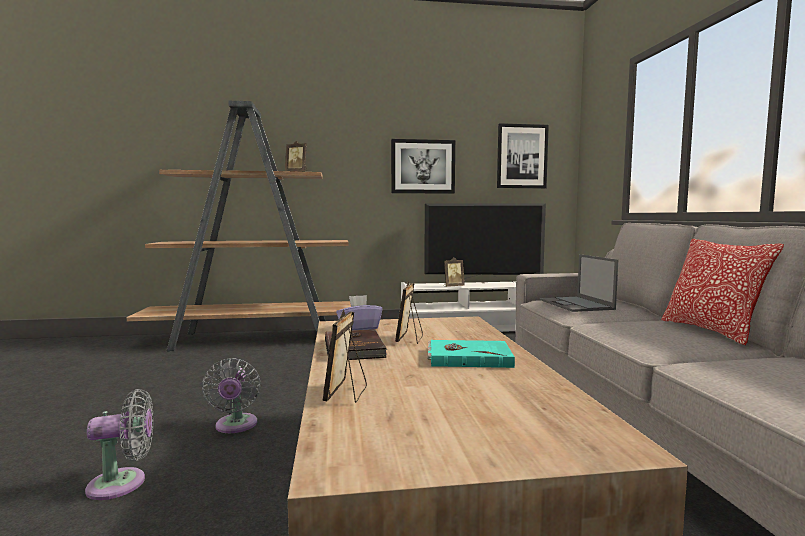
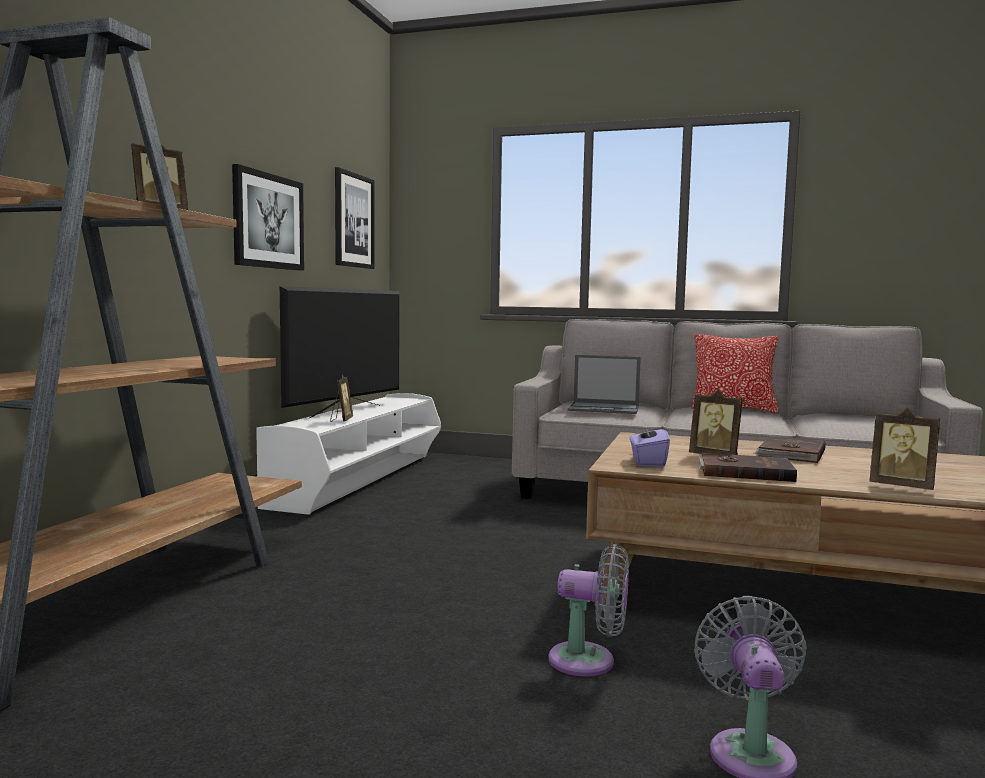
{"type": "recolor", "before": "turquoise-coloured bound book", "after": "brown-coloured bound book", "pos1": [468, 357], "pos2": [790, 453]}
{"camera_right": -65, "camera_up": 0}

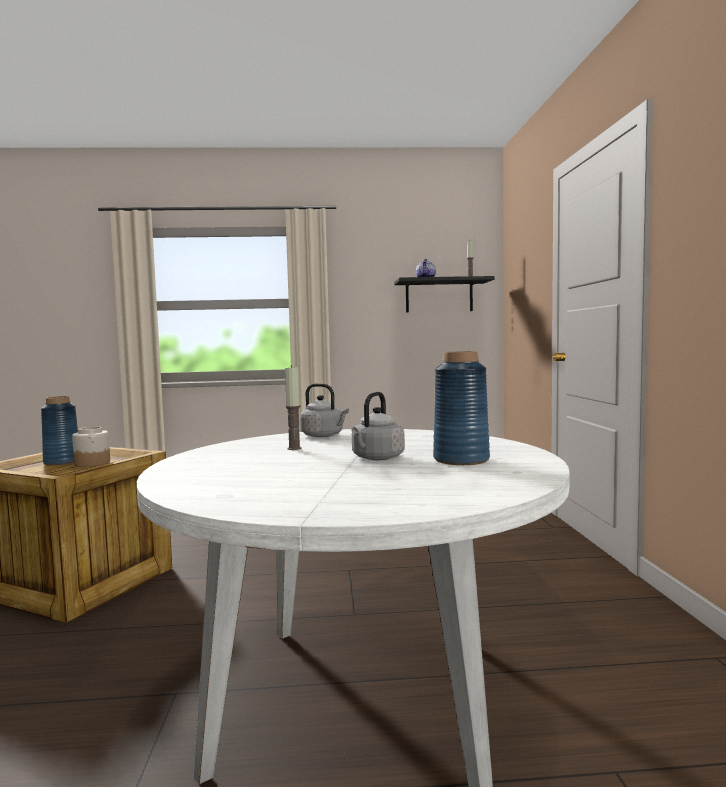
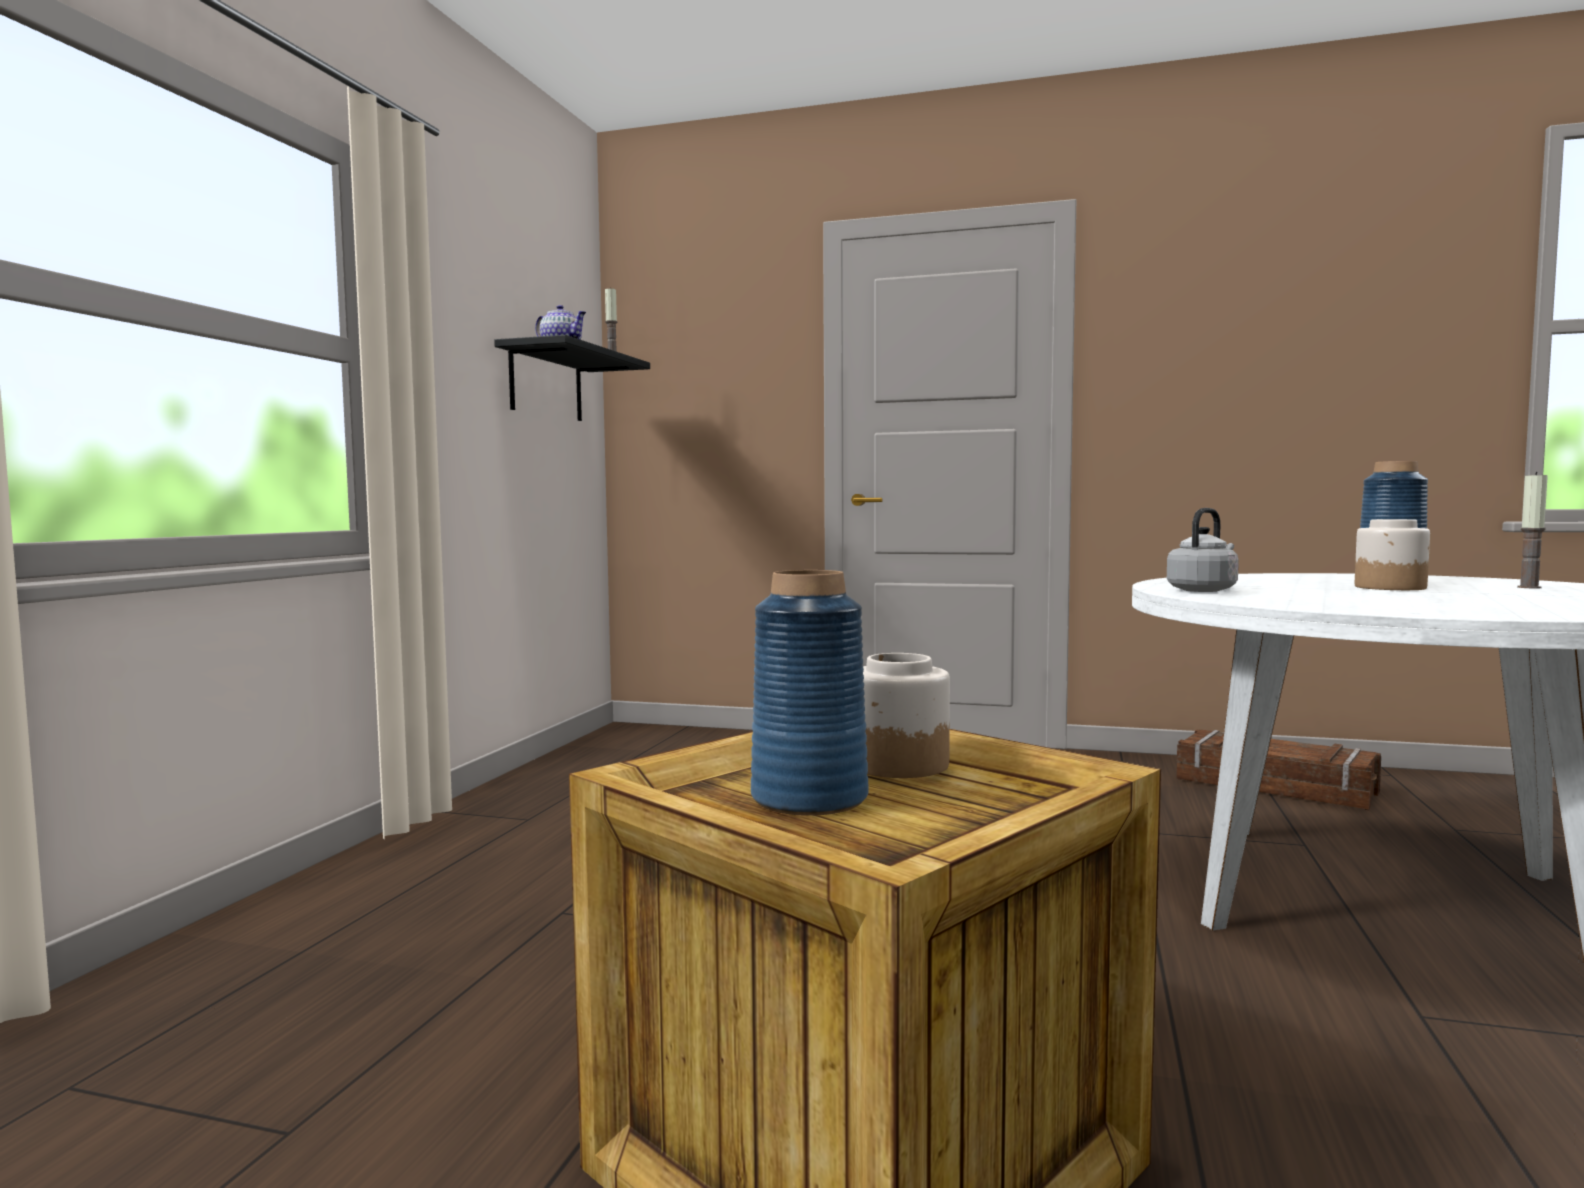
{"type": "move", "before": "wax candle", "pos1": [294, 448], "pos2": [1529, 587]}
{"type": "replace", "before": "greyish water kettle", "after": "preserve jar", "pos1": [376, 458], "pos2": [1391, 587]}
{"type": "insert", "after": "shipping crate", "pos2": [1275, 786]}
{"camera_right": -70, "camera_up": 0}

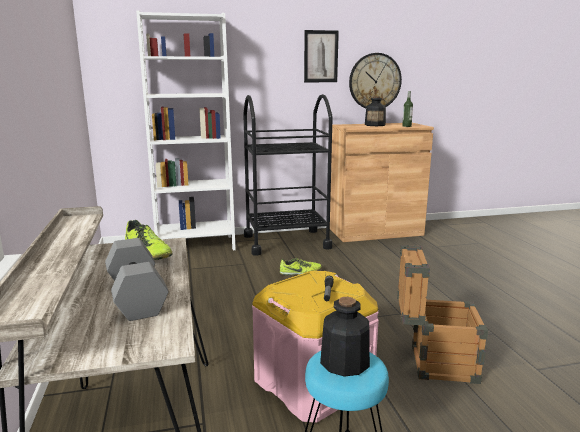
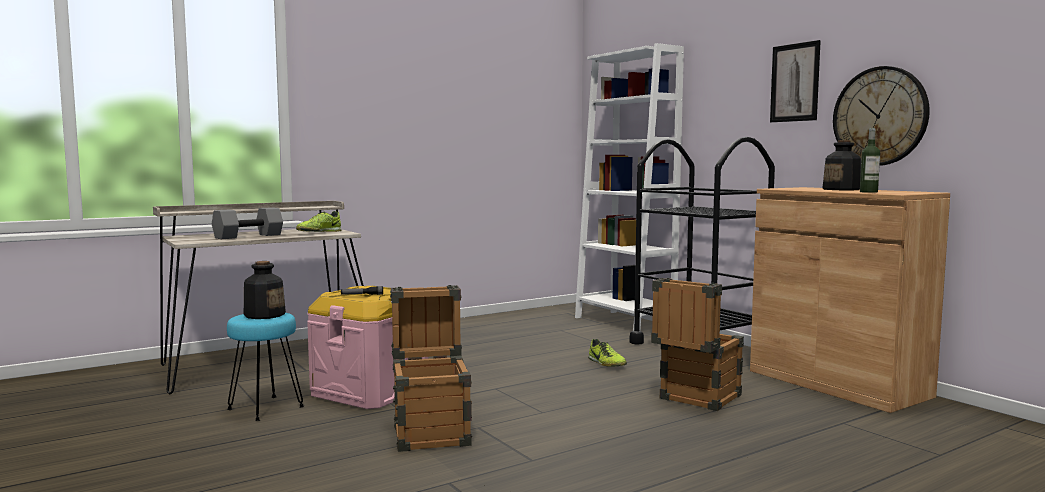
{"type": "insert", "after": "shipping crate", "pos2": [695, 399]}
{"camera_right": 70, "camera_up": -10}

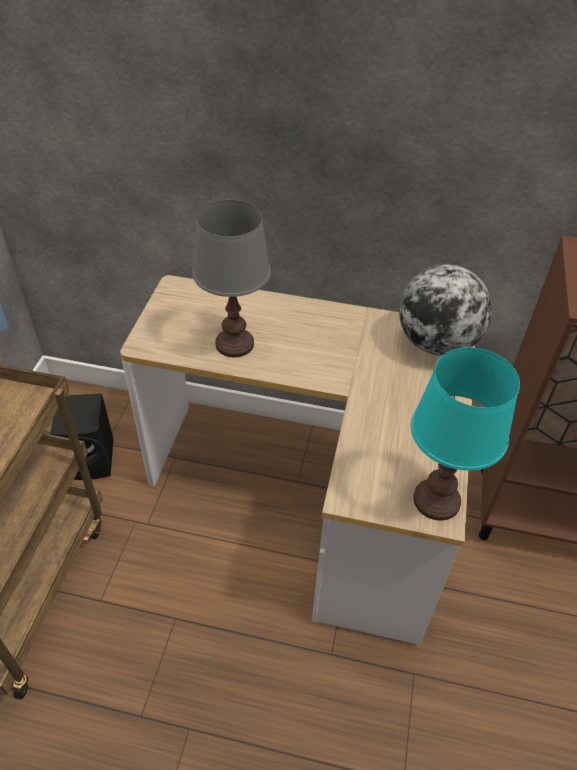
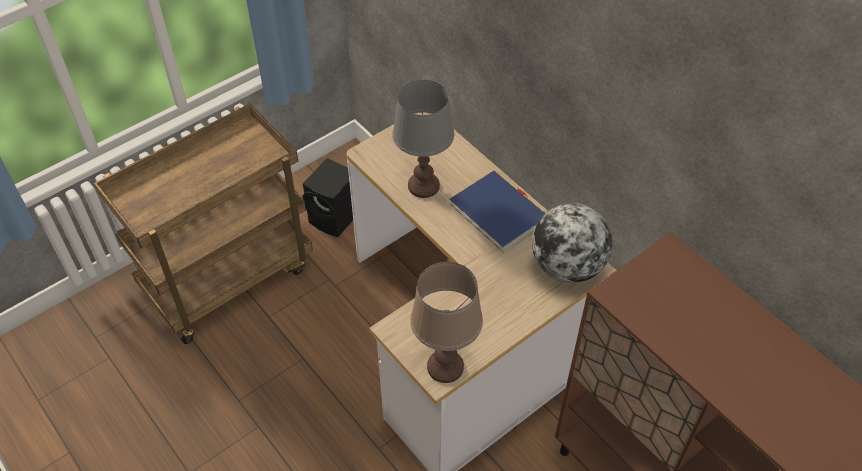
{"type": "recolor", "before": "turquoise-coloured tabletop lamp", "after": "brown-coloured tabletop lamp", "pos1": [436, 501], "pos2": [444, 367]}
{"type": "insert", "after": "blue-coloured bound book", "pos2": [498, 213]}
{"camera_right": 40, "camera_up": 5}

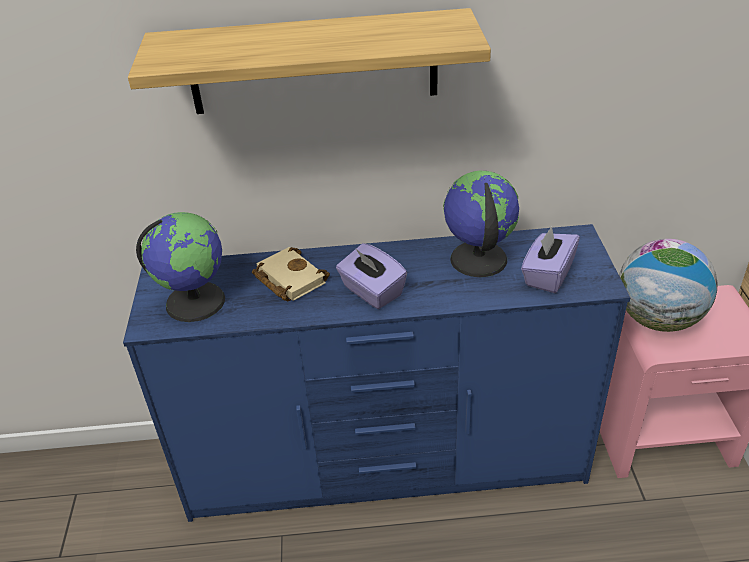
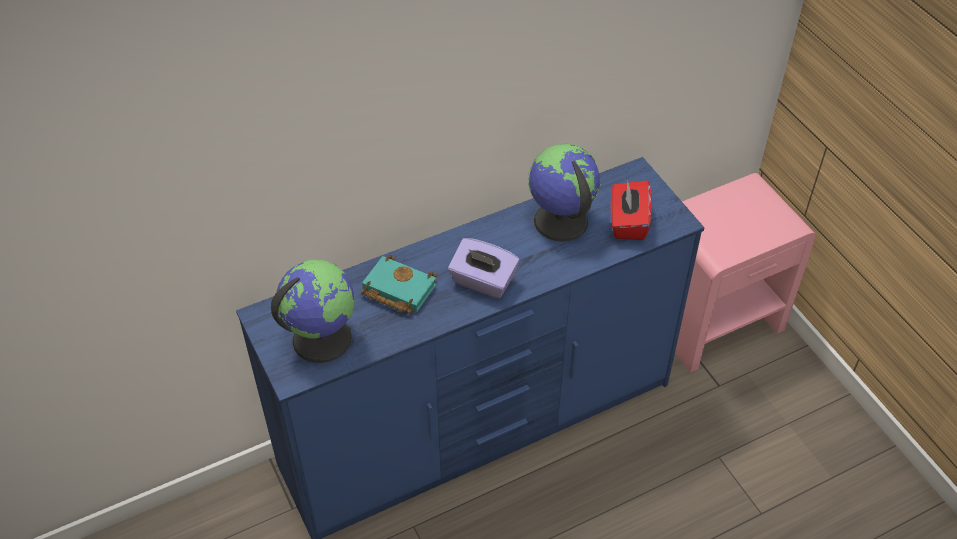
{"type": "delete", "before": "bracket shelf", "pos1": [313, 63]}
{"type": "recolor", "before": "purple-coloured box of tissues", "after": "red box of tissues", "pos1": [547, 275], "pos2": [628, 222]}
{"type": "delete", "before": "world globe", "pos1": [657, 319]}
{"type": "recolor", "before": "sand-coloured bound book", "after": "turquoise-coloured bound book", "pos1": [288, 279], "pos2": [396, 289]}
{"camera_right": -25, "camera_up": 10}

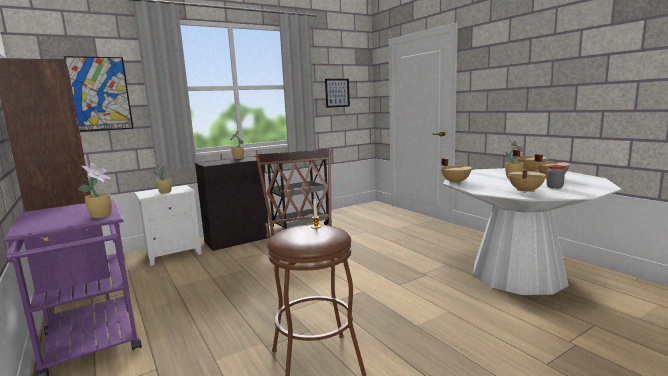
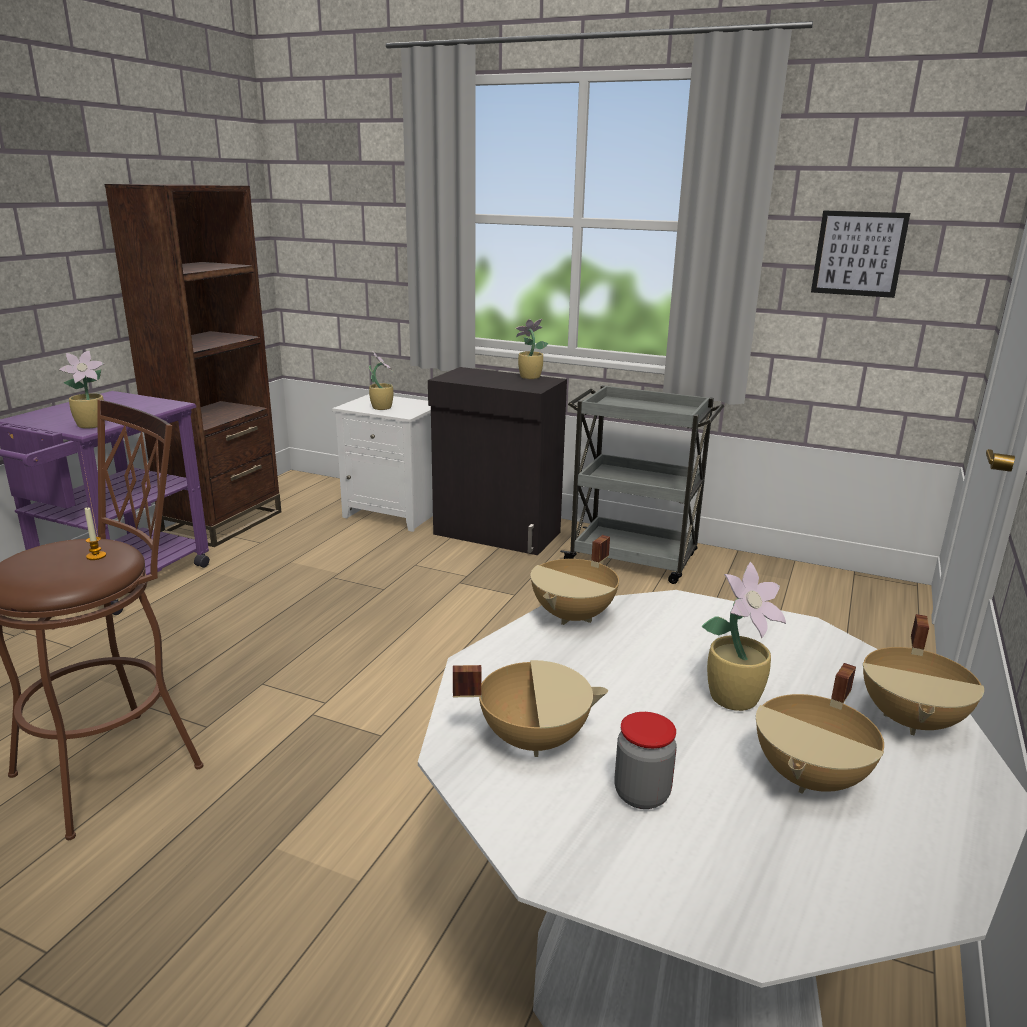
{"type": "delete", "before": "wall picture", "pos1": [100, 94]}
{"camera_right": 55, "camera_up": 10}

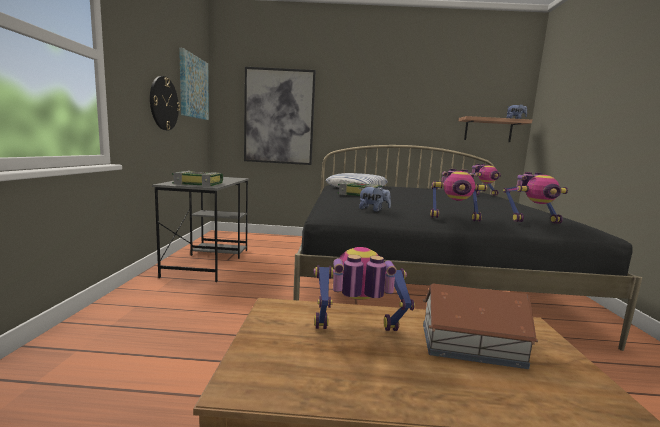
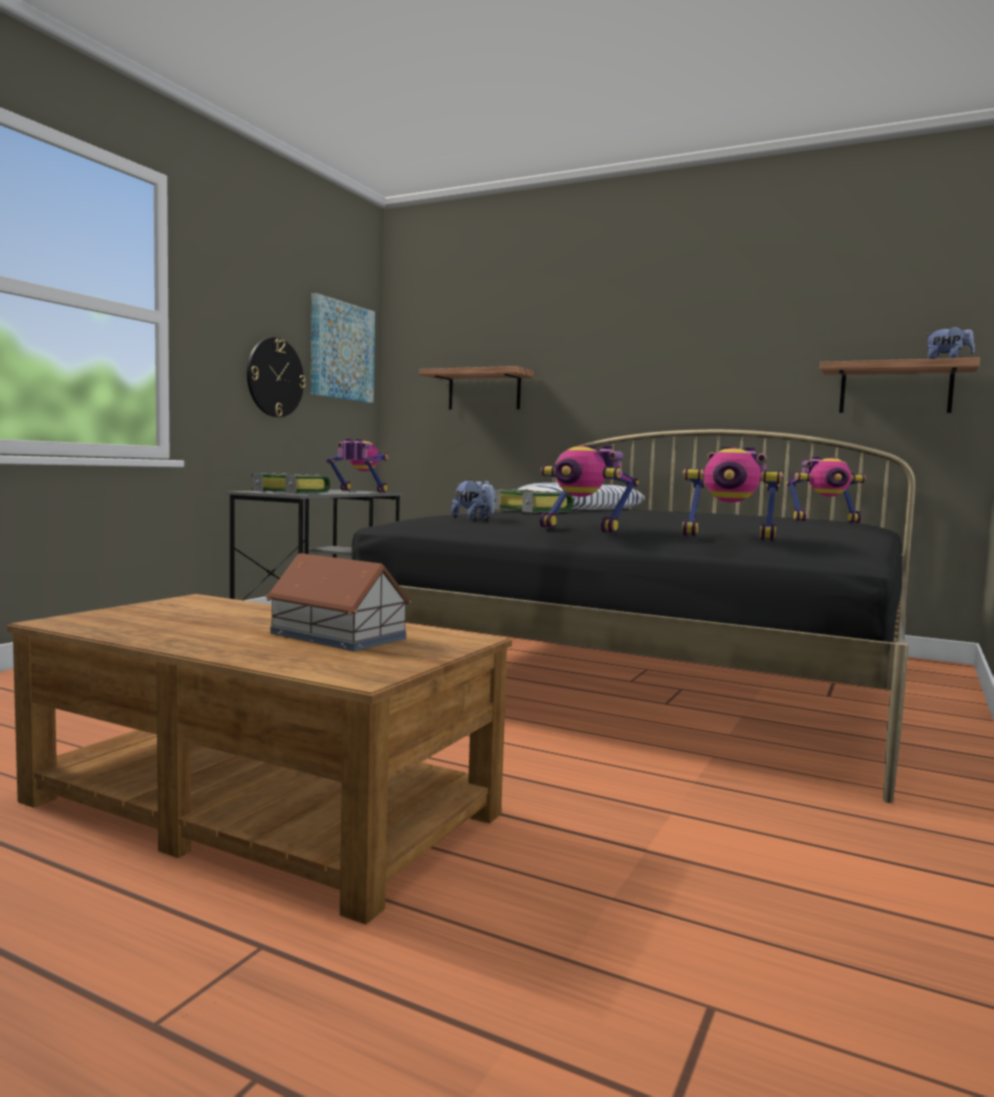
{"type": "replace", "before": "wall picture", "after": "bracket shelf", "pos1": [279, 117], "pos2": [484, 390]}
{"type": "move", "before": "model robot", "pos1": [356, 335], "pos2": [359, 491]}
{"camera_right": 25, "camera_up": -5}

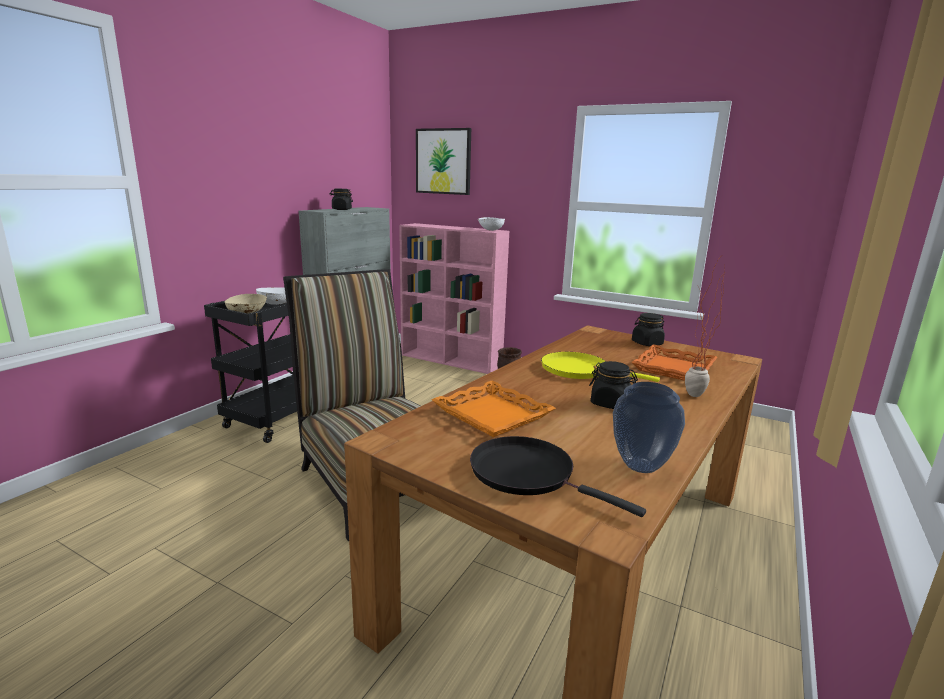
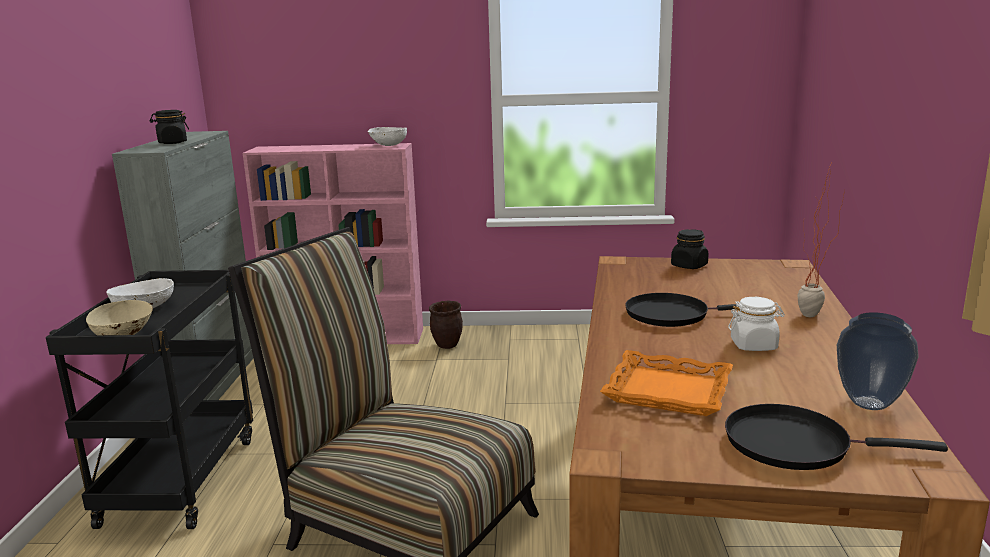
{"type": "delete", "before": "wall picture", "pos1": [443, 161]}
{"type": "delete", "before": "orange serving tray", "pos1": [673, 368]}
{"type": "recolor", "before": "yellow frying pan", "after": "black frying pan", "pos1": [579, 370], "pos2": [672, 314]}
{"type": "recolor", "before": "black preserve jar", "after": "white-coloured preserve jar", "pos1": [610, 403], "pos2": [754, 345]}
{"camera_right": -25, "camera_up": 0}

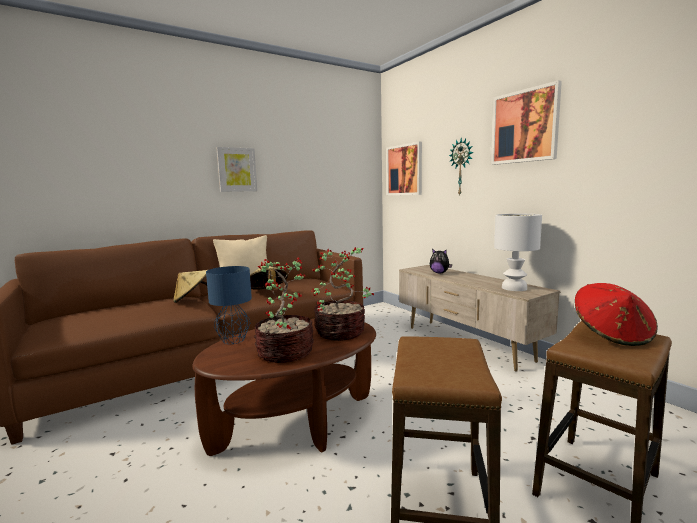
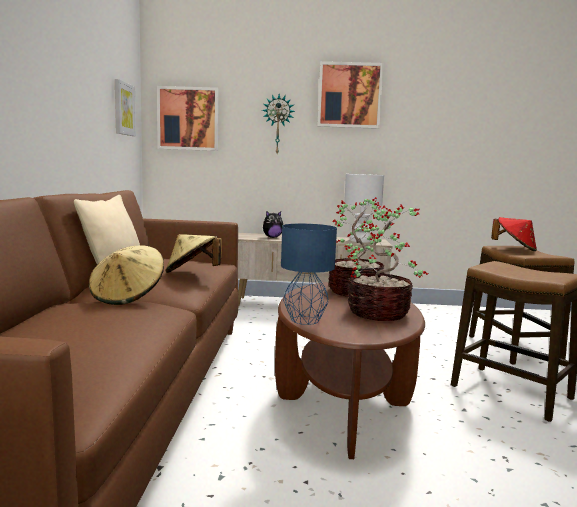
{"type": "move", "before": "wall picture", "pos1": [237, 169], "pos2": [124, 109]}
{"camera_right": -55, "camera_up": 0}

